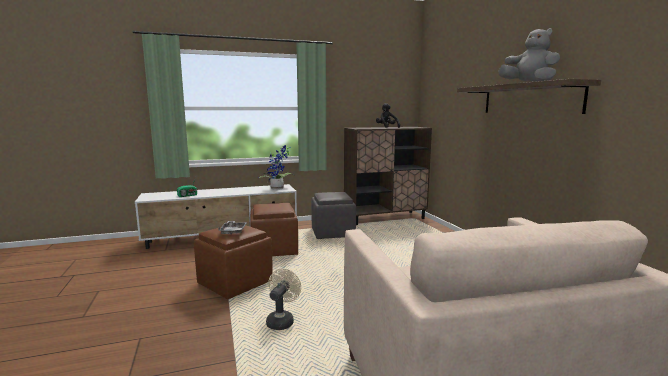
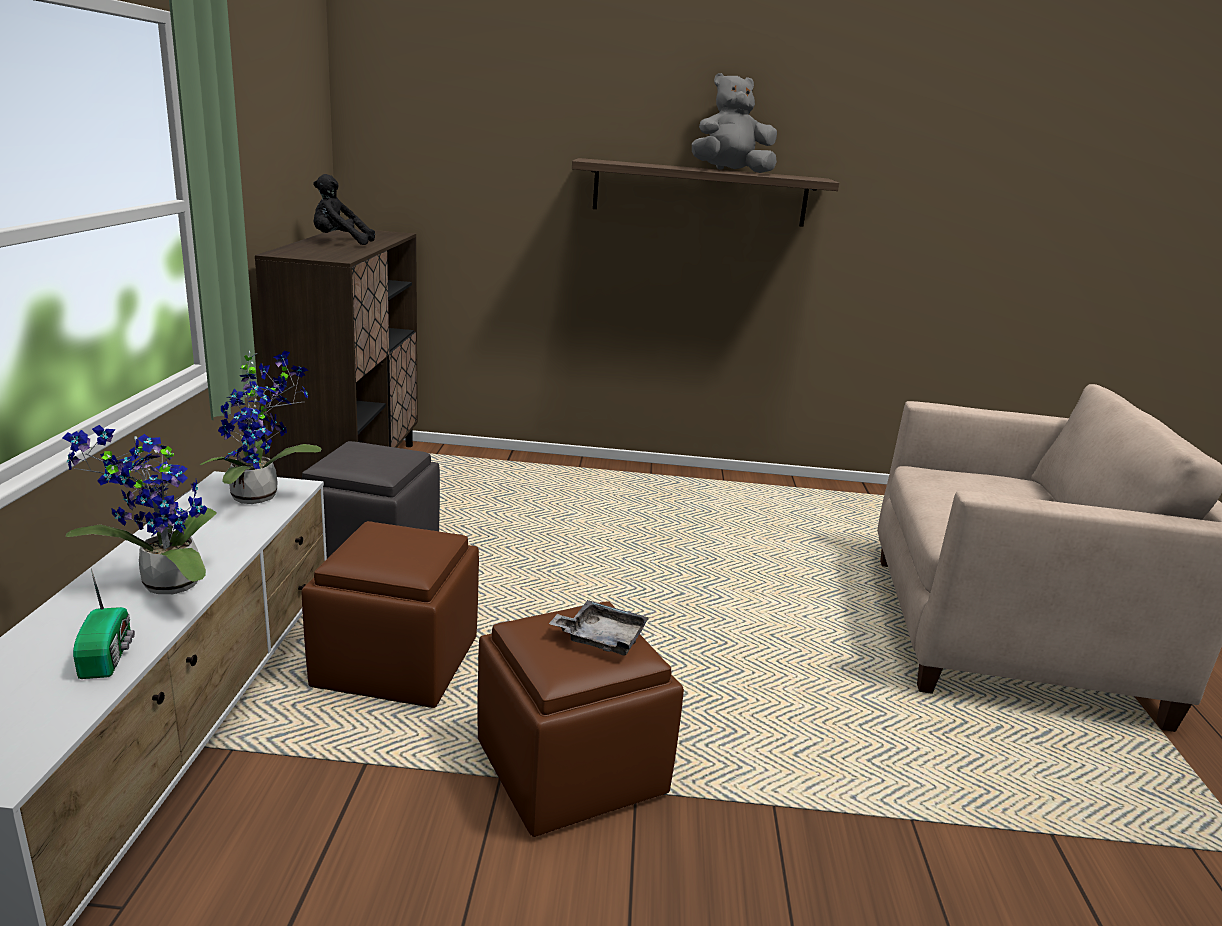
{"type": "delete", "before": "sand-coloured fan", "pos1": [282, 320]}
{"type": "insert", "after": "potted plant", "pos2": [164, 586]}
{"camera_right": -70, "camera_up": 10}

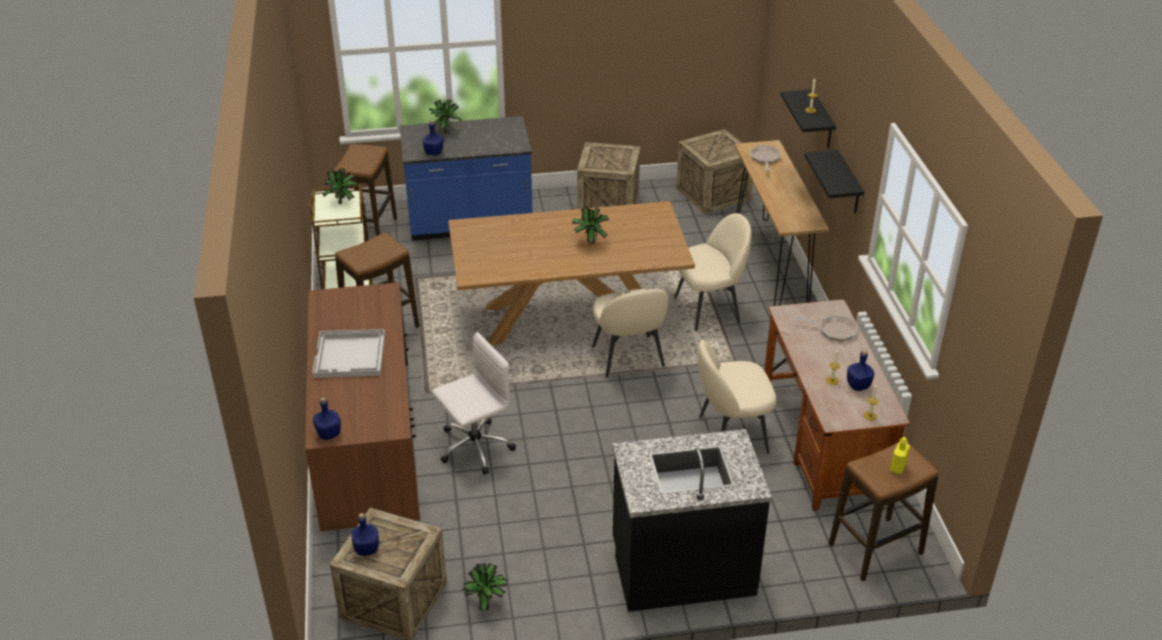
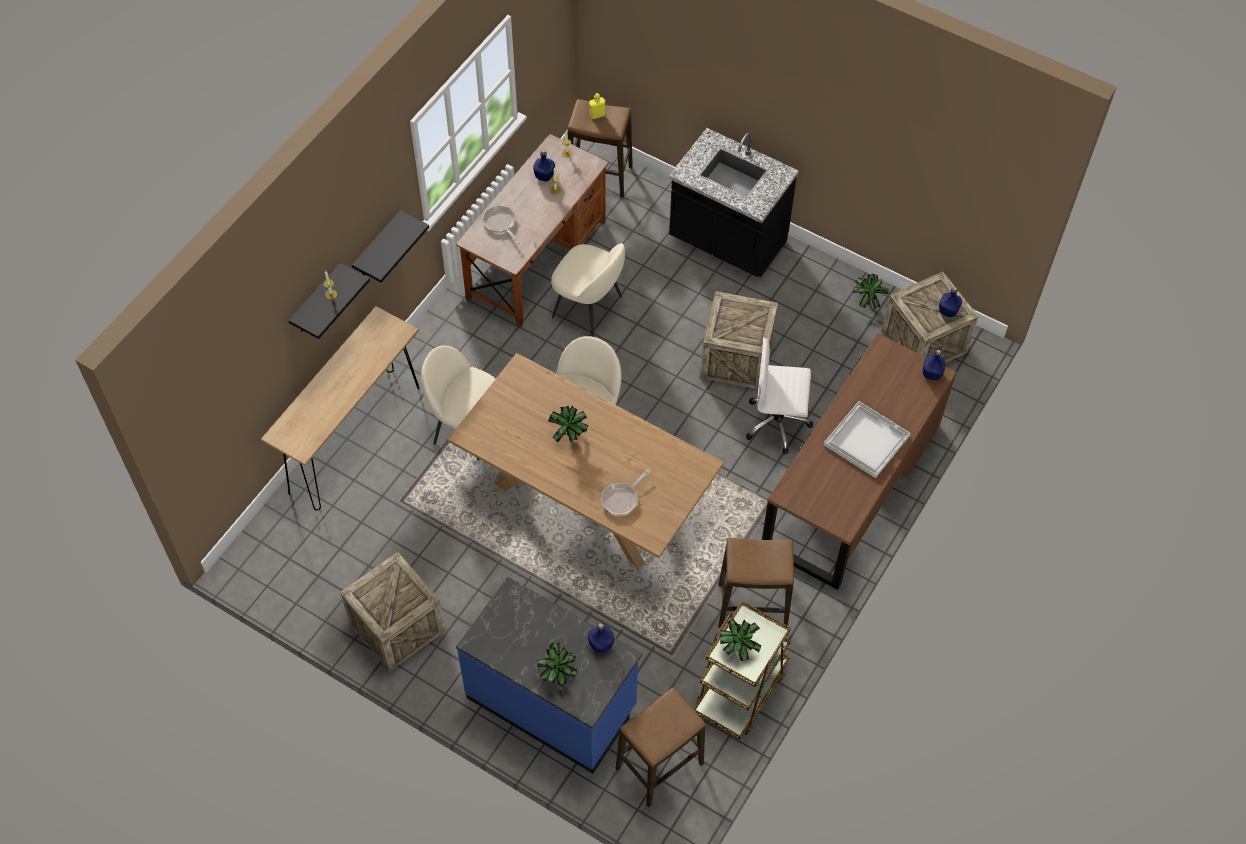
{"type": "move", "before": "shipping crate", "pos1": [713, 194], "pos2": [736, 358]}
{"type": "move", "before": "frying pan", "pos1": [765, 159], "pos2": [622, 498]}
{"camera_right": -140, "camera_up": 20}

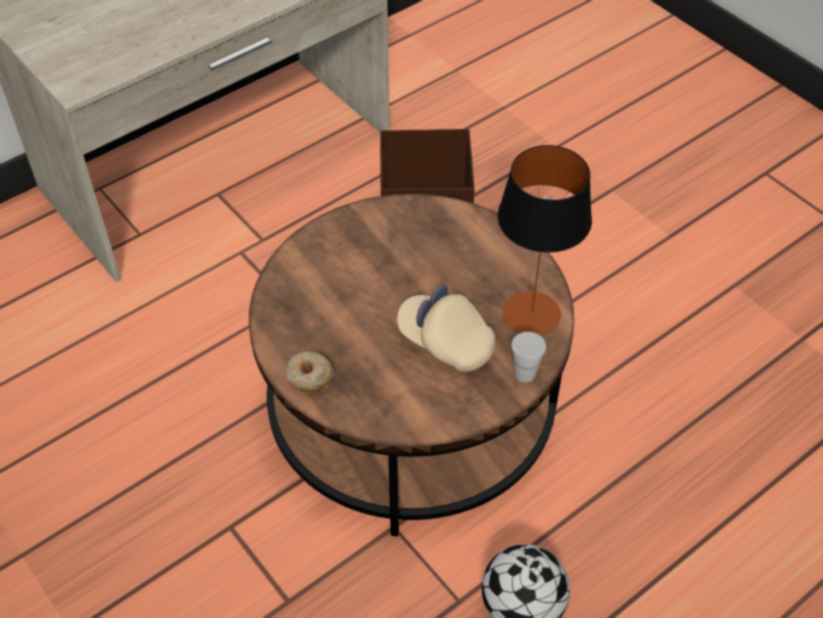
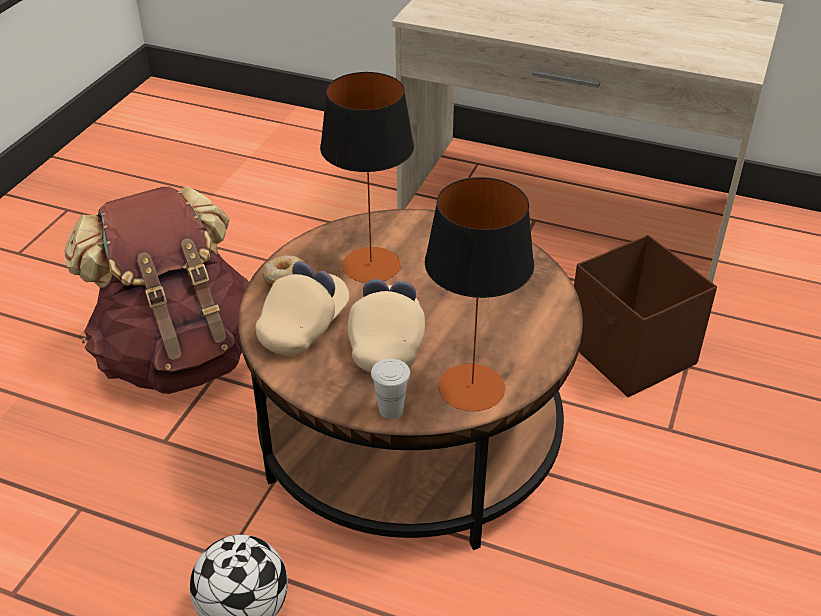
{"type": "insert", "after": "tabletop lamp", "pos2": [371, 265]}
{"type": "insert", "after": "brown-coloured backpack", "pos2": [179, 355]}
{"type": "insert", "after": "sand-coloured peaked cap", "pos2": [304, 326]}
{"camera_right": 60, "camera_up": -10}

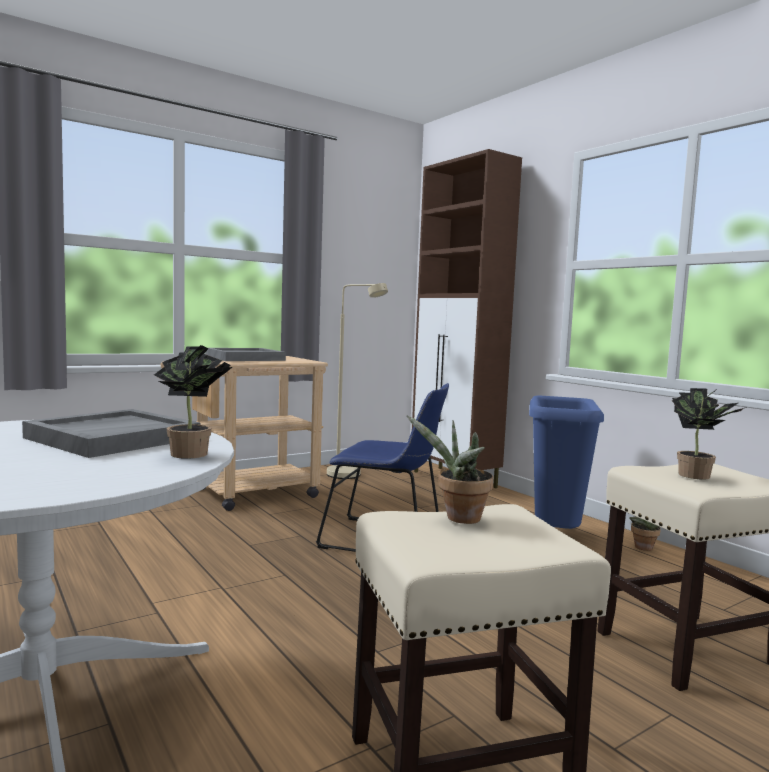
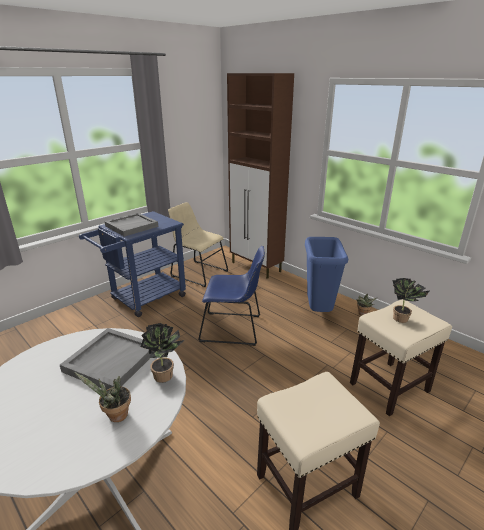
{"type": "replace", "before": "sand-coloured floor lamp", "after": "sand-coloured chair", "pos1": [350, 476], "pos2": [197, 272]}
{"type": "recolor", "before": "sand-coloured cart", "after": "blue-coloured cart", "pos1": [245, 494], "pos2": [143, 299]}
{"type": "move", "before": "potted plant", "pos1": [458, 518], "pos2": [115, 416]}
{"camera_right": -10, "camera_up": 20}

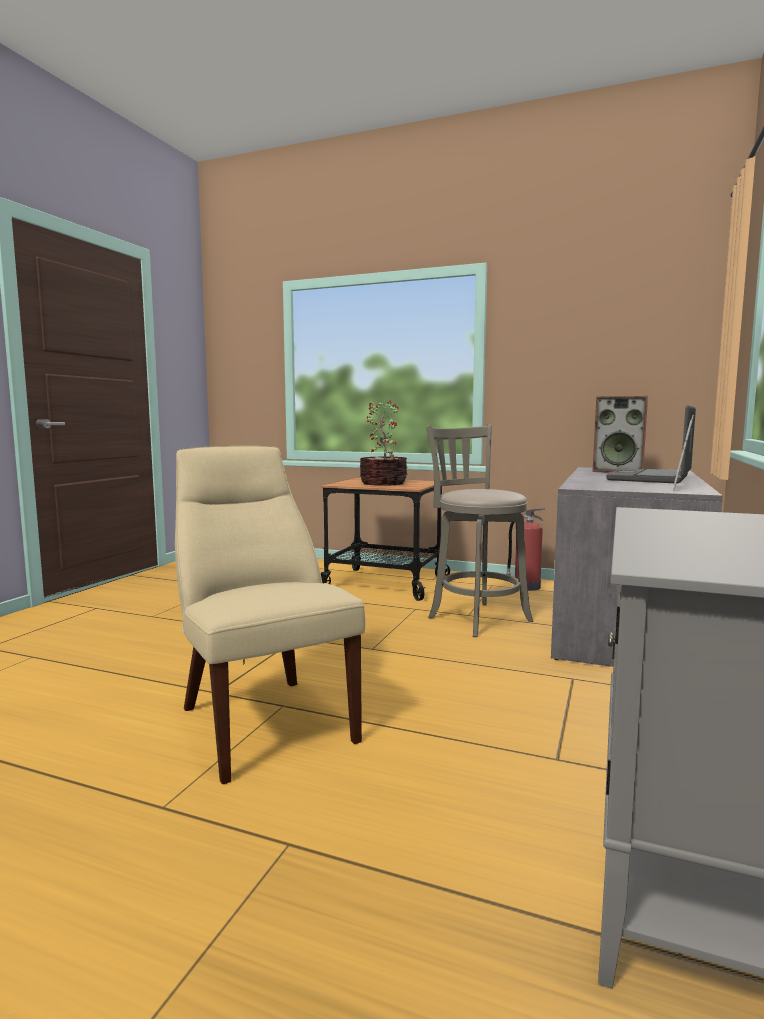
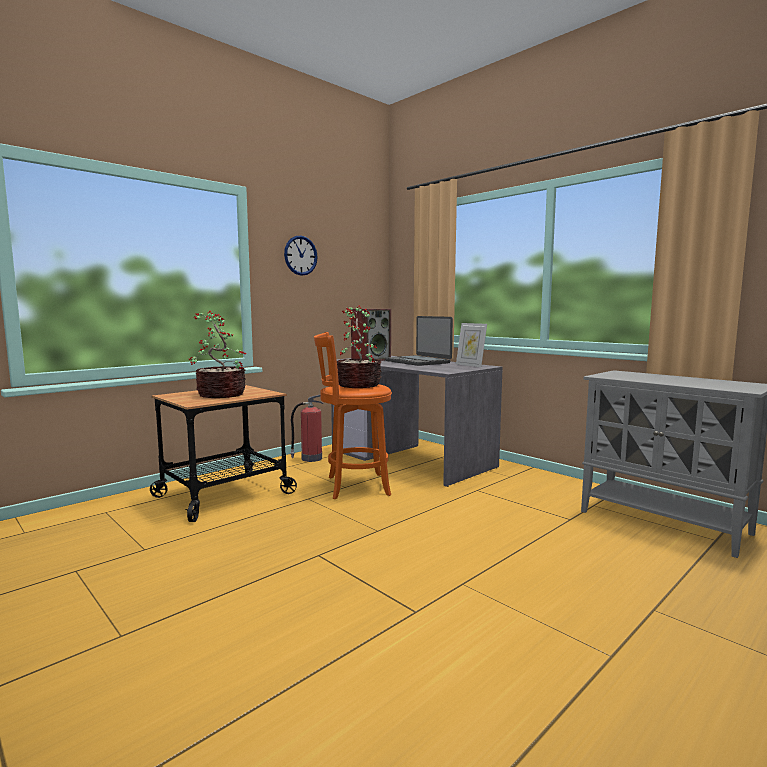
{"type": "recolor", "before": "greyish stool", "after": "orange stool", "pos1": [476, 617], "pos2": [353, 486]}
{"type": "delete", "before": "sand-coloured chair", "pos1": [263, 720]}
{"type": "insert", "after": "hanging clock", "pos2": [300, 255]}
{"type": "insert", "after": "potted plant", "pos2": [358, 385]}
{"camera_right": -65, "camera_up": 0}

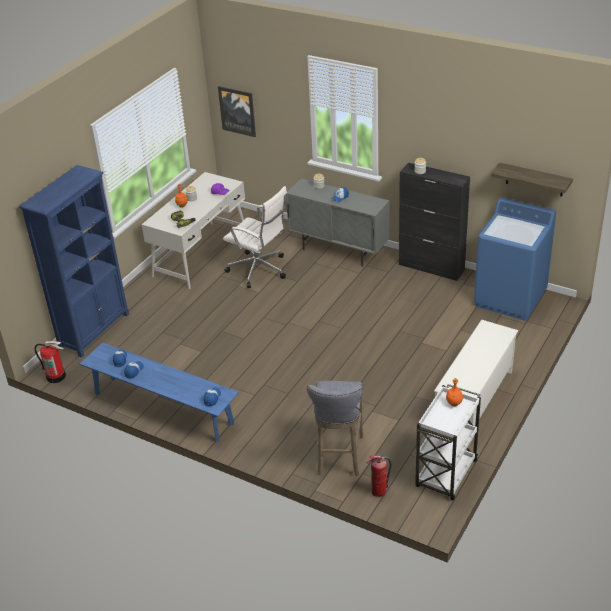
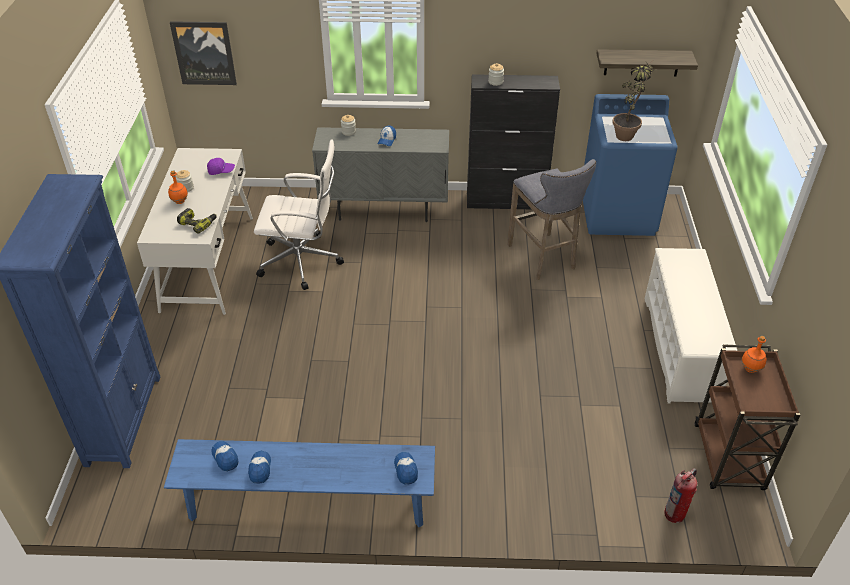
{"type": "delete", "before": "fire extinguisher", "pos1": [56, 376]}
{"type": "move", "before": "greyish stool", "pos1": [339, 458], "pos2": [544, 258]}
{"type": "recolor", "before": "white-coloured cart", "after": "brown-coloured cart", "pos1": [446, 475], "pos2": [729, 459]}
{"type": "insert", "after": "potted plant", "pos2": [627, 133]}
{"camera_right": -30, "camera_up": 5}

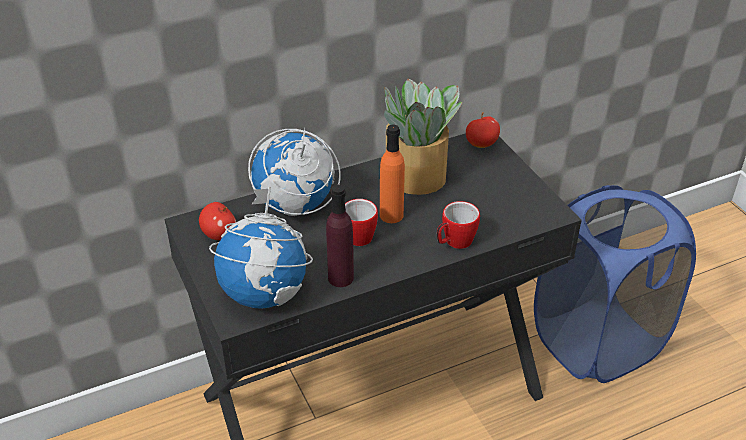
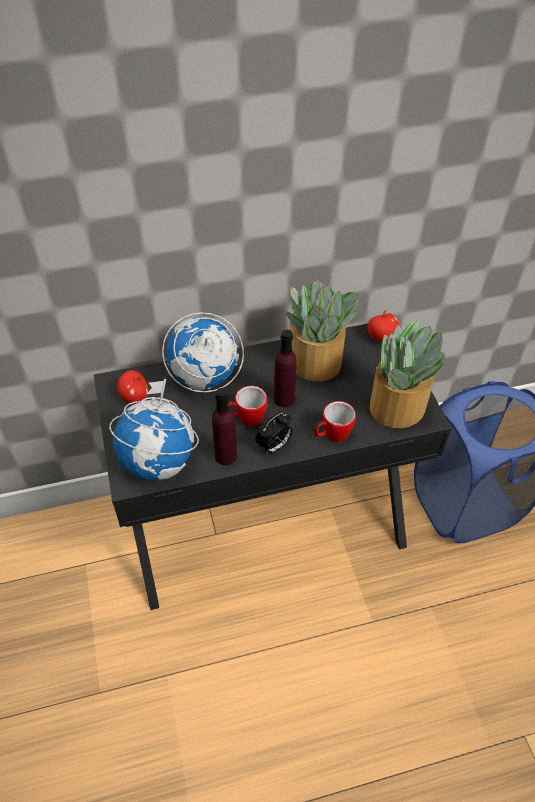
{"type": "recolor", "before": "orange bottle", "after": "purple-coloured bottle", "pos1": [391, 215], "pos2": [284, 399]}
{"type": "insert", "after": "potted plant", "pos2": [395, 407]}
{"type": "insert", "after": "table clock", "pos2": [274, 446]}
{"camera_right": 10, "camera_up": 10}

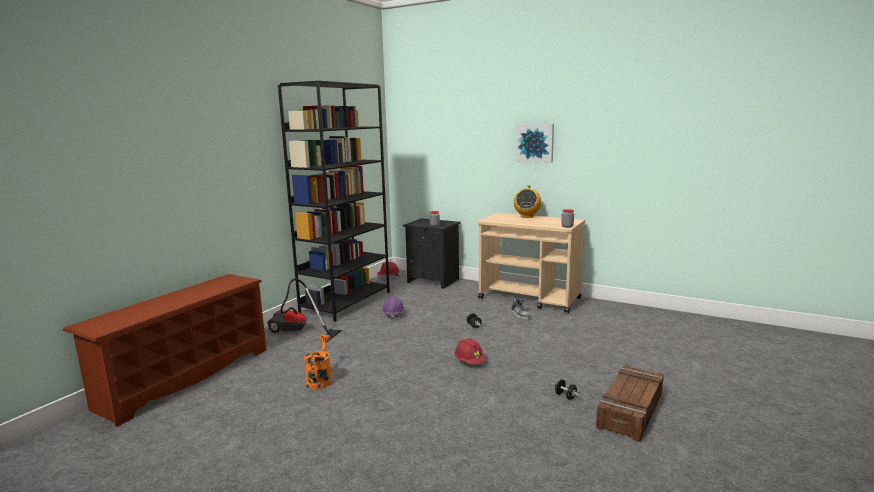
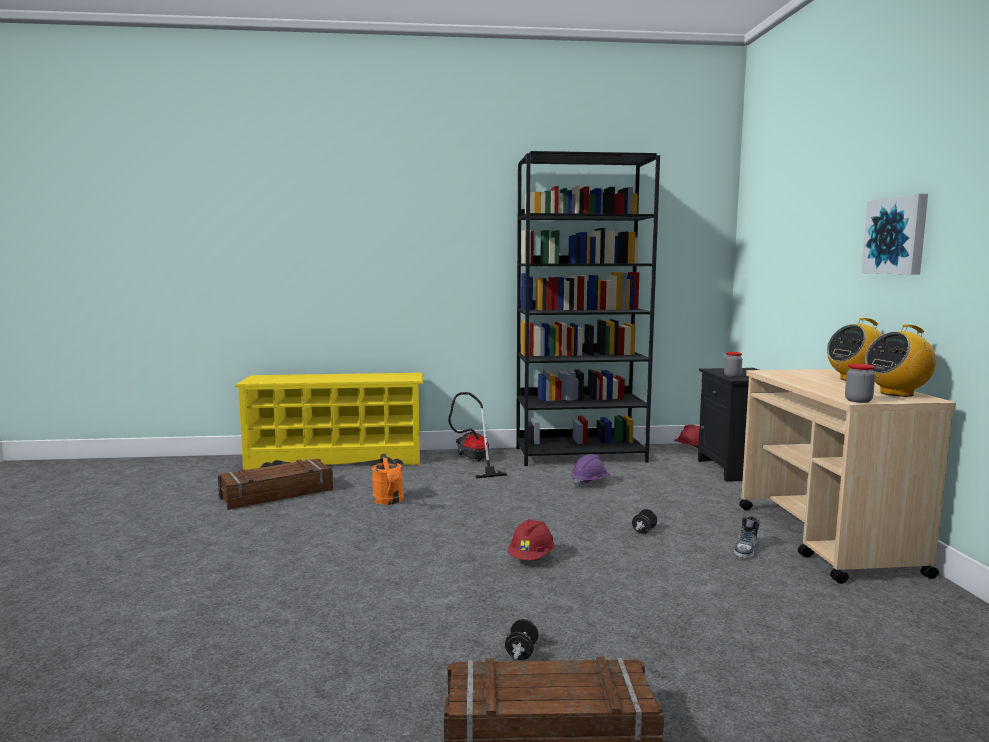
{"type": "recolor", "before": "brown-coloured shoe rack", "after": "yellow shoe rack", "pos1": [185, 377], "pos2": [337, 459]}
{"type": "rotate", "before": "orange watering can", "pos1": [320, 379], "pos2": [389, 501], "turn": 105}
{"type": "insert", "after": "radio", "pos2": [897, 393]}
{"type": "insert", "after": "shipping crate", "pos2": [276, 493]}
{"camera_right": 55, "camera_up": -5}

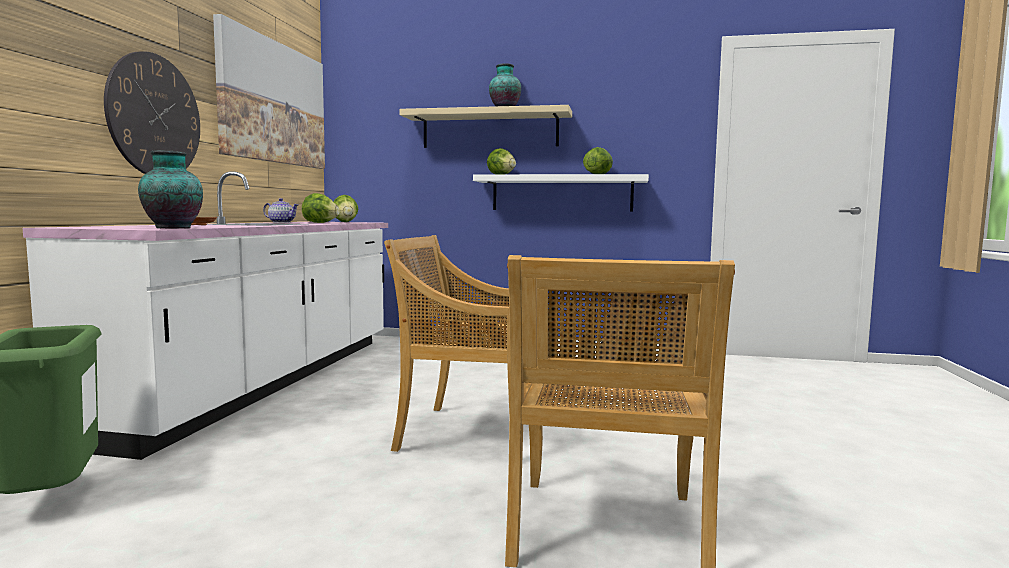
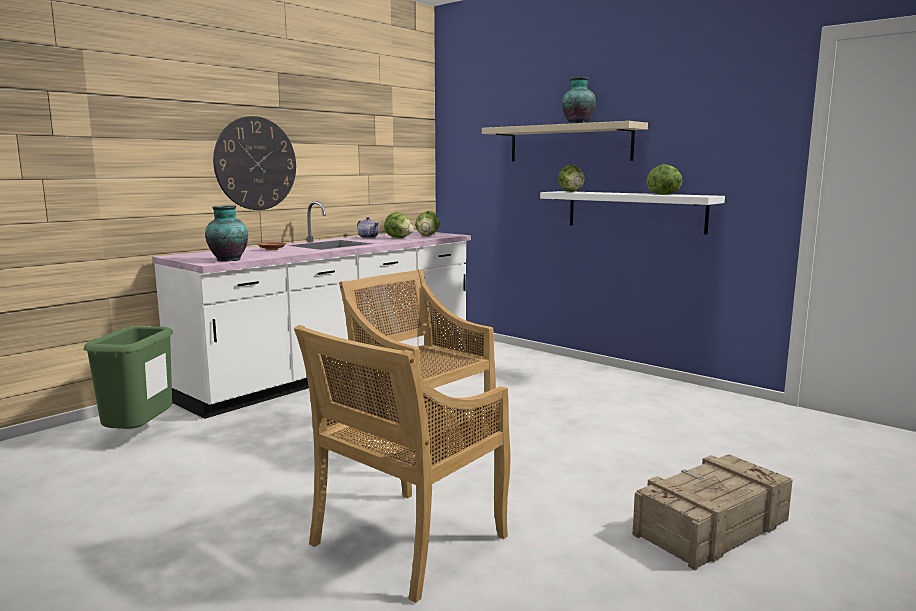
{"type": "delete", "before": "wall picture", "pos1": [273, 103]}
{"type": "insert", "after": "shipping crate", "pos2": [710, 527]}
{"camera_right": 30, "camera_up": 5}

